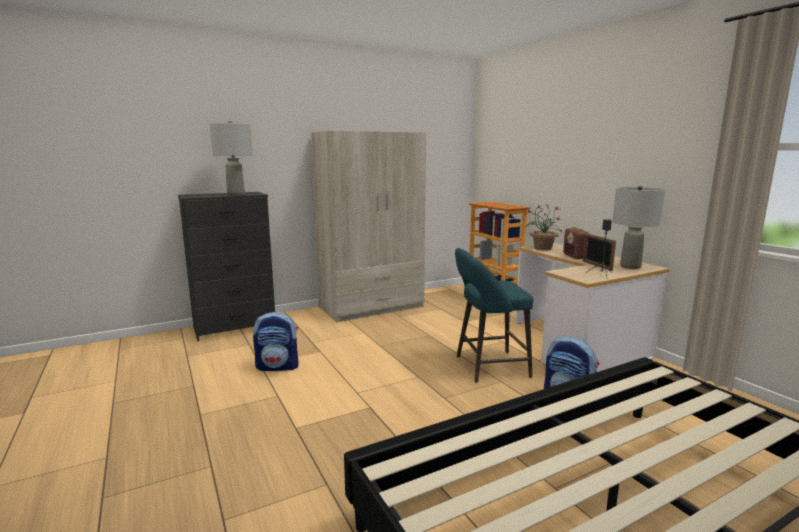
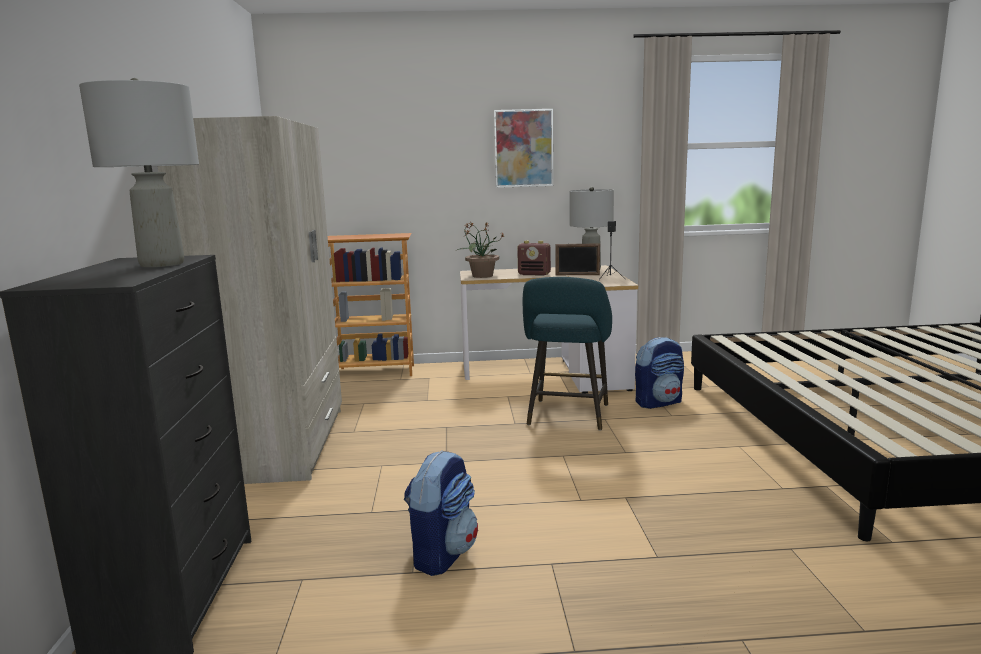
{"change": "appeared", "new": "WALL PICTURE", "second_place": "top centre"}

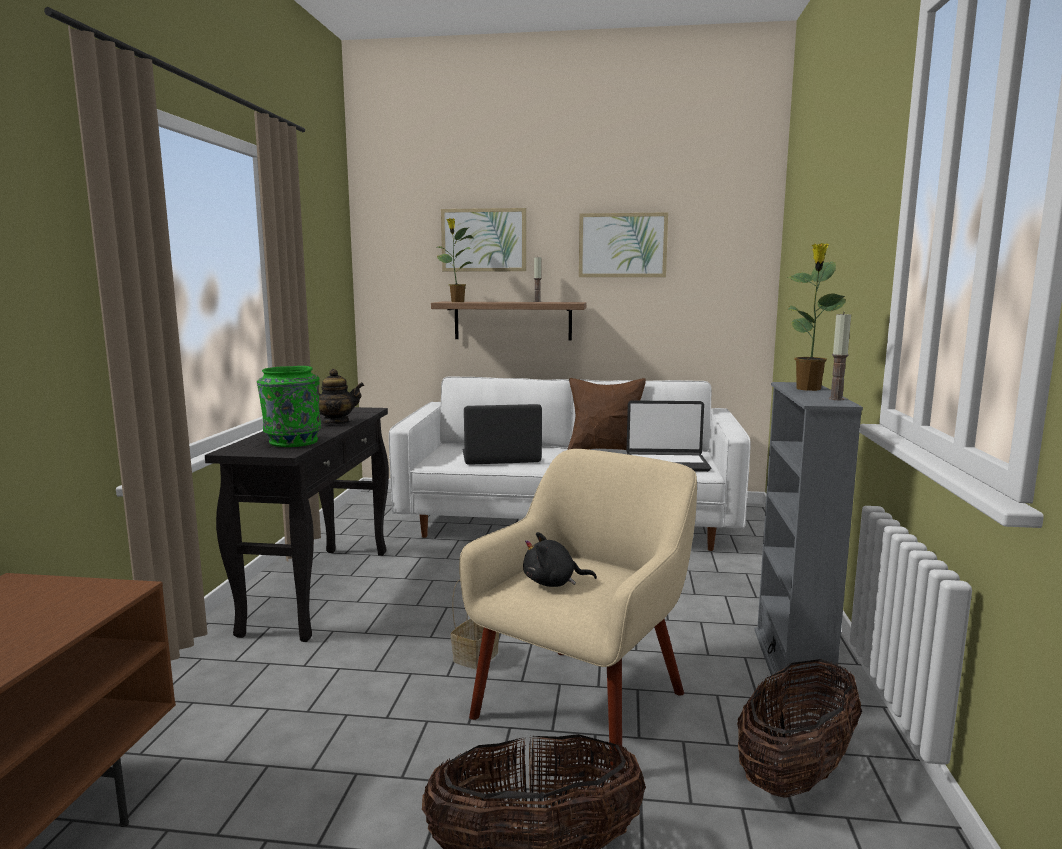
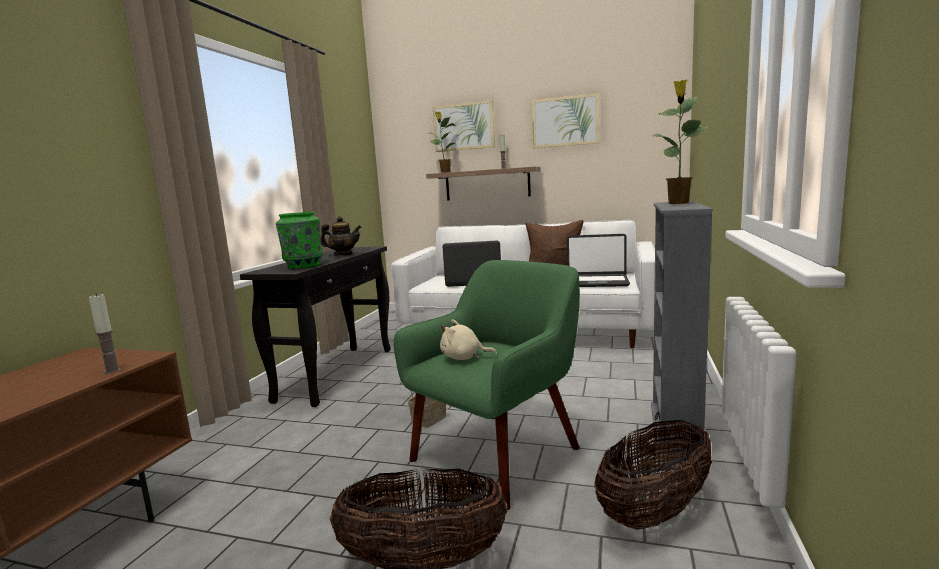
{"change": "relocated", "old": "CANDLE (no. 2 from left in the first image)", "new": "CANDLE (no. 1 from left)", "first_place": "middle right", "second_place": "middle left"}
{"change": "colour", "old": "BEIGE LOUNGE CHAIR", "new": "GREEN LOUNGE CHAIR", "first_place": "bottom centre", "second_place": "bottom centre"}
{"change": "colour", "old": "BLACK SOFT TOY", "new": "BEIGE SOFT TOY", "first_place": "centre", "second_place": "centre"}

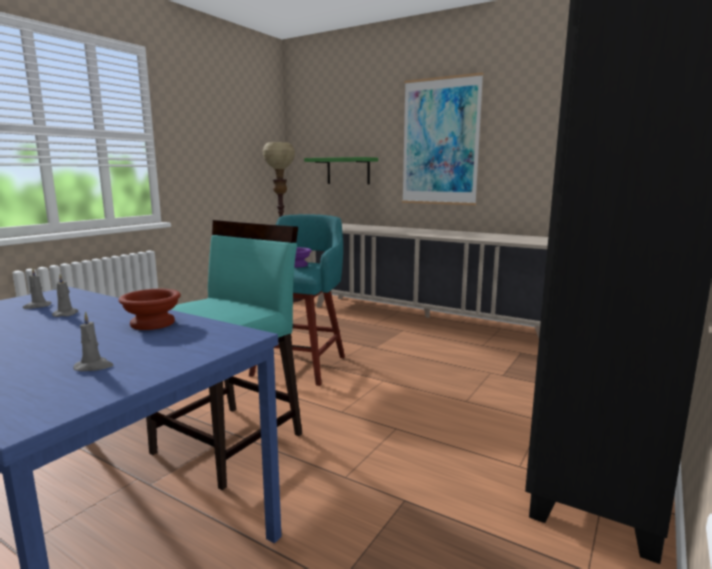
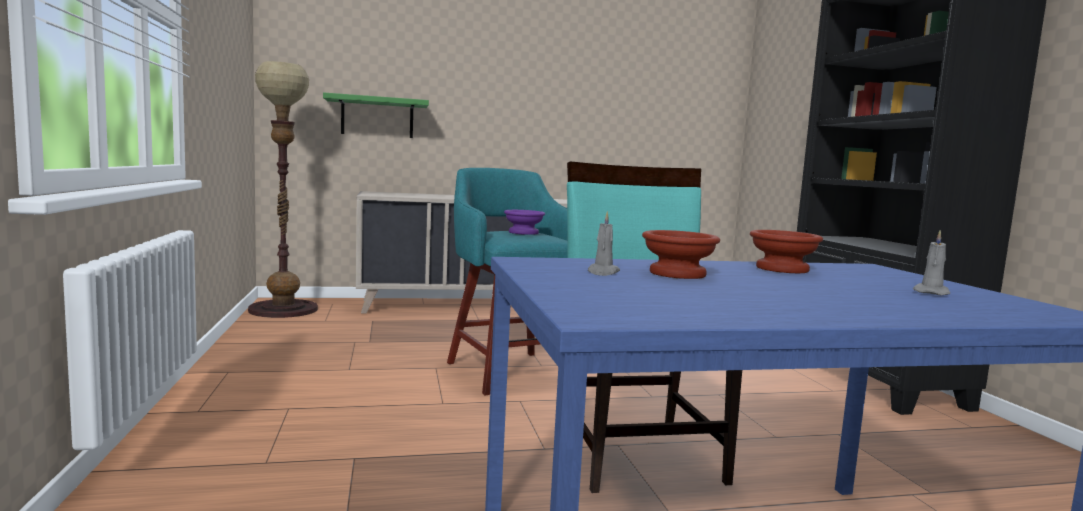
{"change": "exchanged", "old": "GREY CANDLE (no. 2 from left)", "new": "BROWNISH BOWL (no. 1 from left)", "first_place": "middle left", "second_place": "centre"}
{"change": "missing", "old": "WALL PICTURE", "first_place": "top centre"}

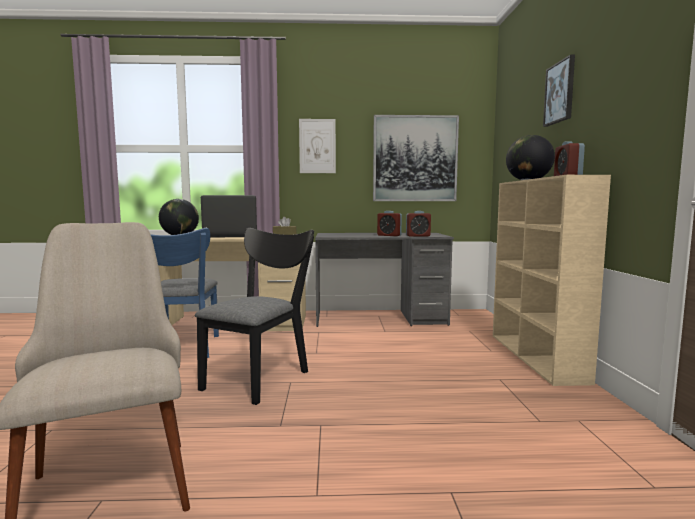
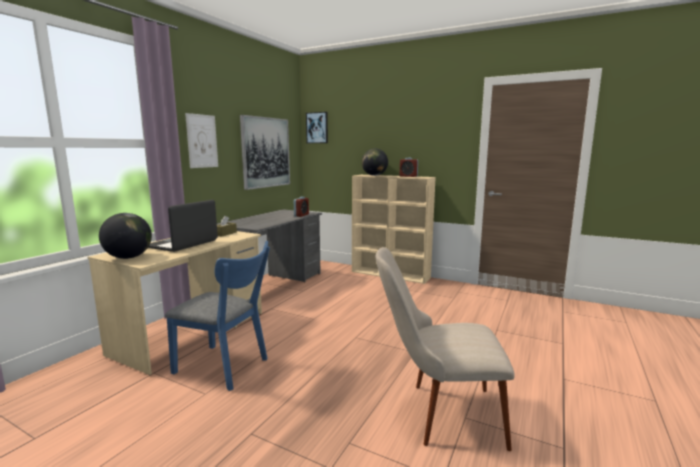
{"change": "relocated", "old": "WALL PICTURE (no. 3 from left)", "first_place": "top right", "second_place": "top centre"}
{"change": "missing", "old": "BLACK PLAIN CHAIR", "first_place": "centre"}
{"change": "missing", "old": "TABLE CLOCK (no. 1 from left)", "first_place": "centre"}

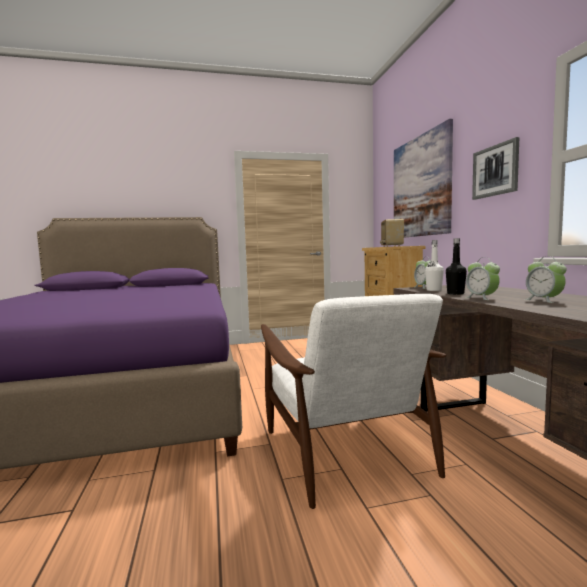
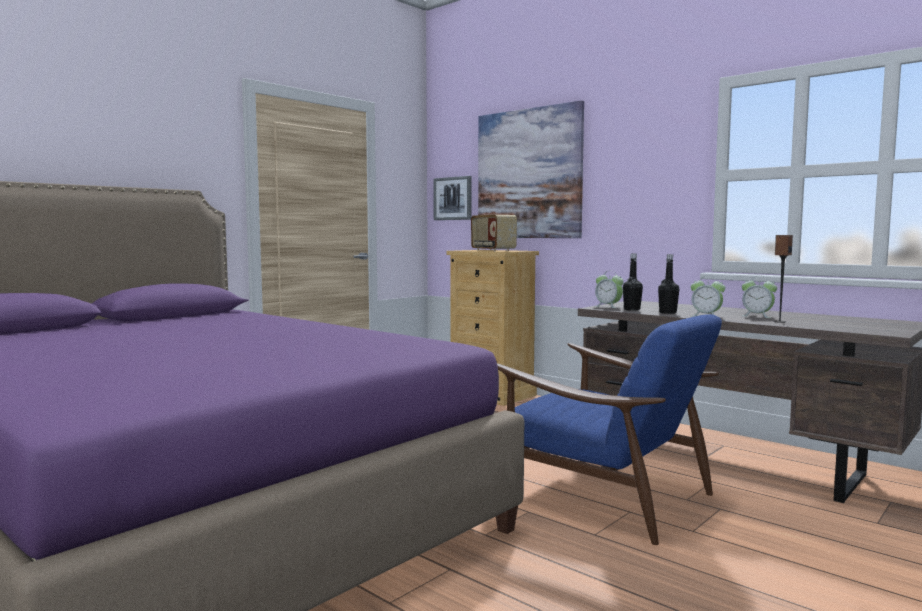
{"change": "relocated", "old": "WALL PICTURE (no. 2 from left in the first image)", "new": "WALL PICTURE (no. 1 from left)", "first_place": "top right", "second_place": "top centre"}
{"change": "colour", "old": "WHITISH LOUNGE CHAIR", "new": "BLUISH LOUNGE CHAIR", "first_place": "bottom centre", "second_place": "bottom centre"}
{"change": "colour", "old": "WHITISH DRINK BOTTLE", "new": "BLACK DRINK BOTTLE (no. 1 from left)", "first_place": "middle right", "second_place": "middle right"}
{"change": "appeared", "new": "LOUDSPEAKER", "second_place": "middle right"}

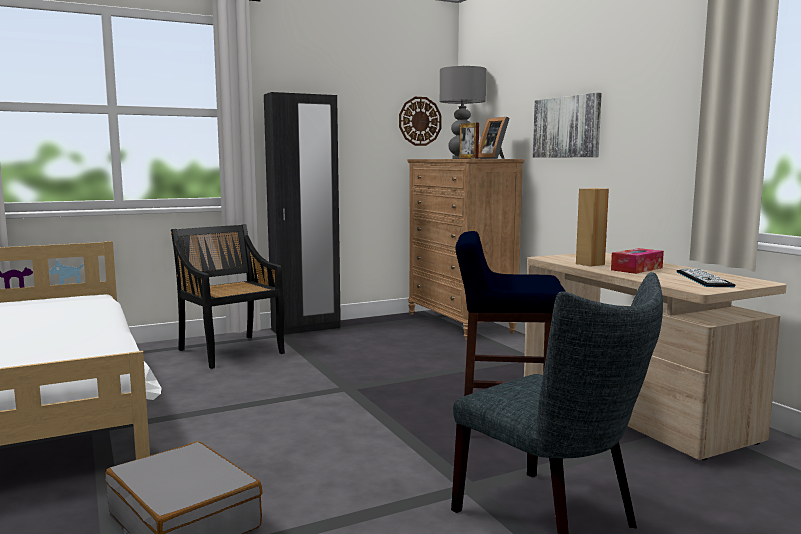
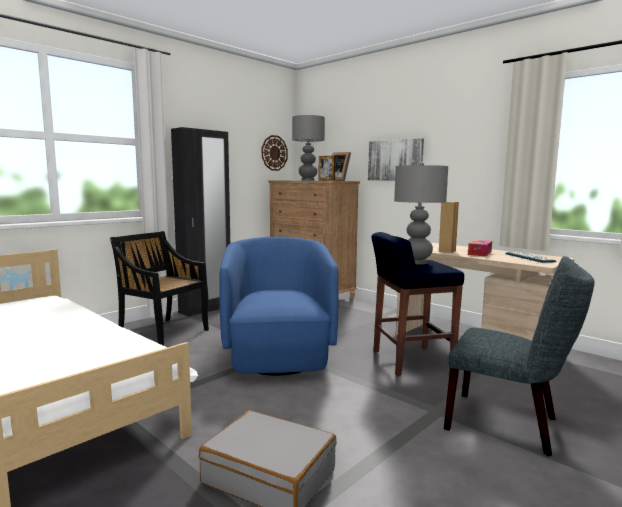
{"change": "appeared", "new": "BLUISH LOUNGE CHAIR", "second_place": "centre"}
{"change": "appeared", "new": "GREY TABLETOP LAMP (no. 2 from left)", "second_place": "middle right"}

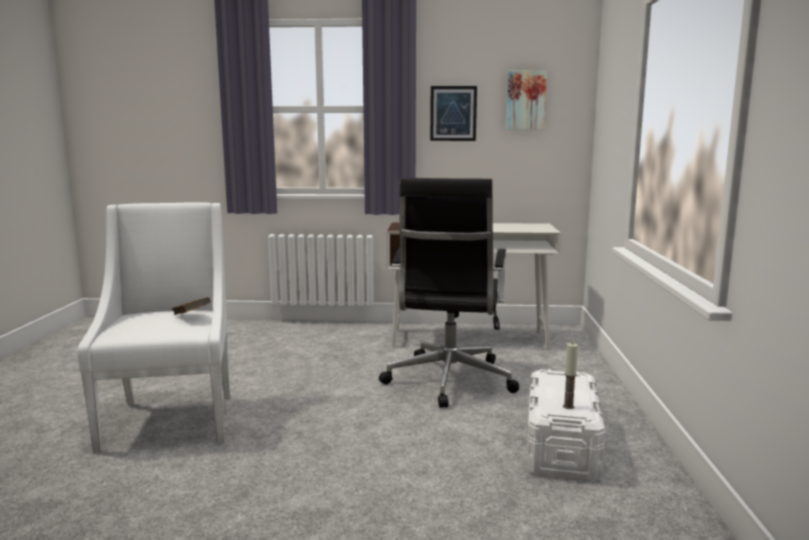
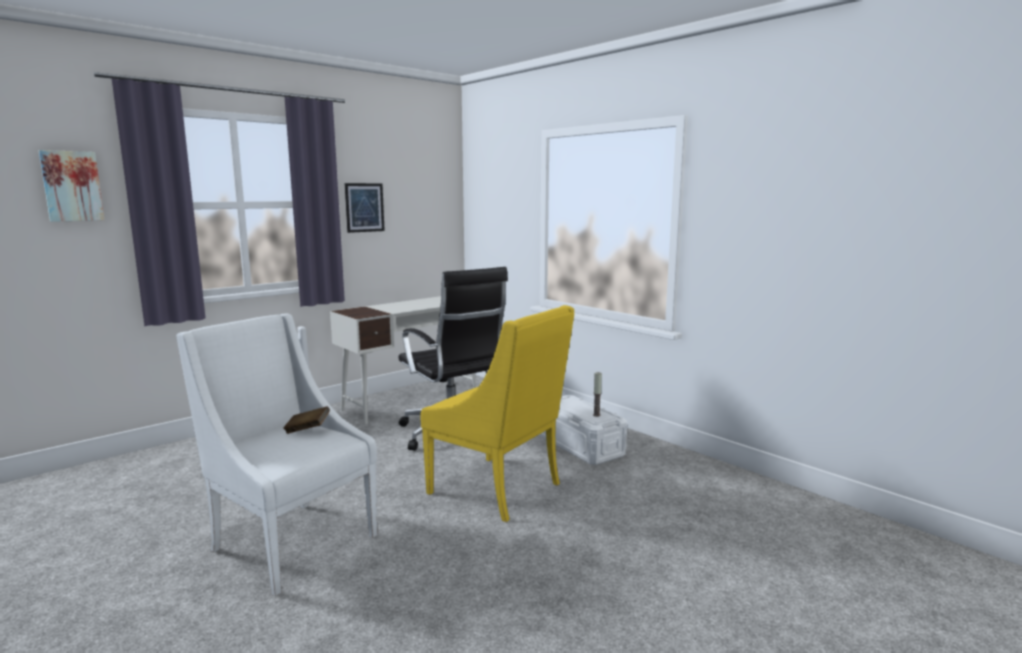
{"change": "relocated", "old": "WALL PICTURE (no. 2 from left in the first image)", "new": "WALL PICTURE (no. 1 from left)", "first_place": "top centre", "second_place": "top left"}
{"change": "appeared", "new": "YELLOW LOUNGE CHAIR", "second_place": "centre"}

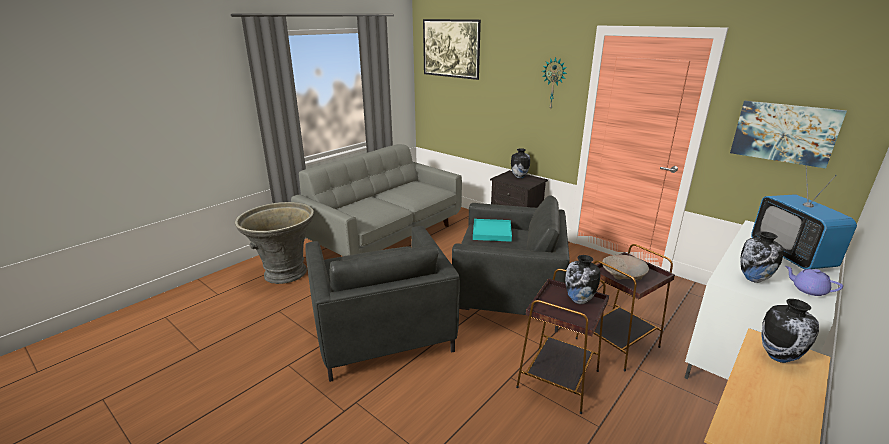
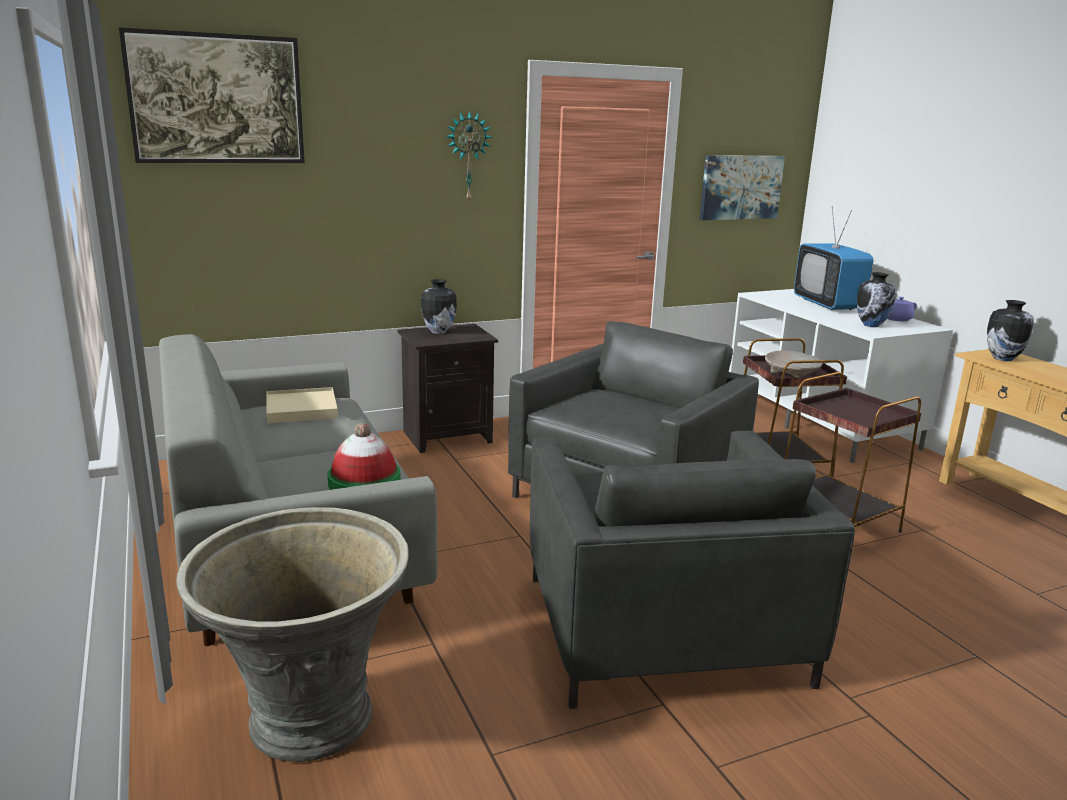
{"change": "appeared", "new": "BEIGE SERVING TRAY", "second_place": "middle left"}
{"change": "appeared", "new": "WEARABLE HAT", "second_place": "centre"}
{"change": "spun", "old": "GREY LOUNGE CHAIR (no. 1 from left in the first image)", "first_place": "bottom centre", "second_place": "bottom centre", "degrees": 75}
{"change": "spun", "old": "TV SET", "first_place": "middle right", "second_place": "top right", "degrees": 60}
{"change": "missing", "old": "BLUE-GREEN SERVING TRAY", "first_place": "centre"}
{"change": "missing", "old": "FLOWER VASE (no. 2 from left)", "first_place": "centre"}

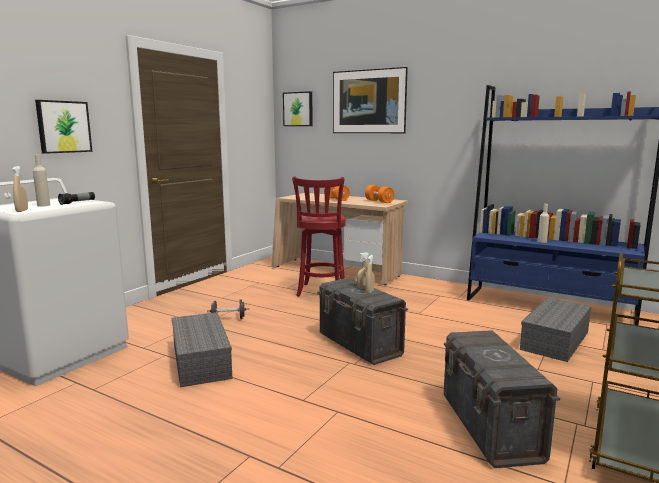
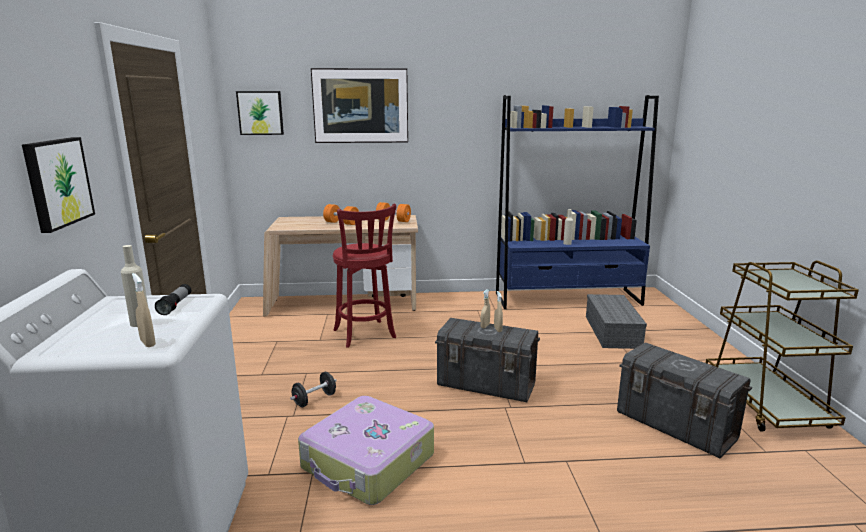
{"change": "exchanged", "old": "GREY STORAGE BOX (no. 1 from left)", "new": "PIECE OF LUGGAGE", "first_place": "bottom left", "second_place": "bottom centre"}

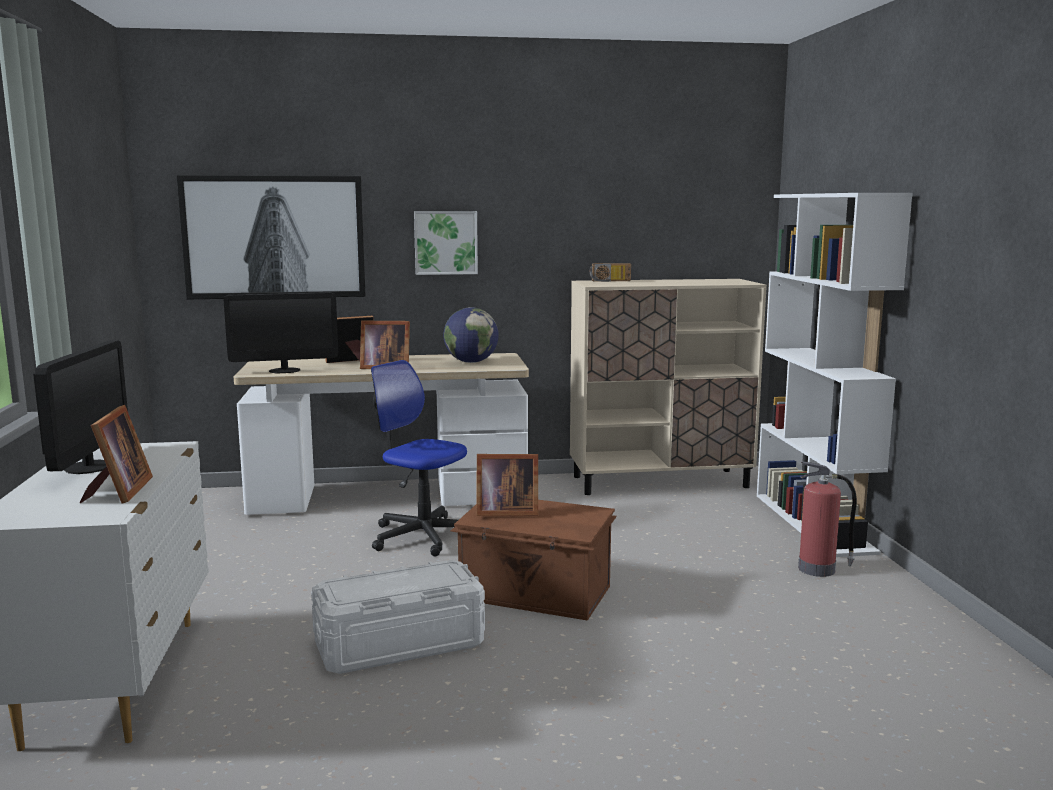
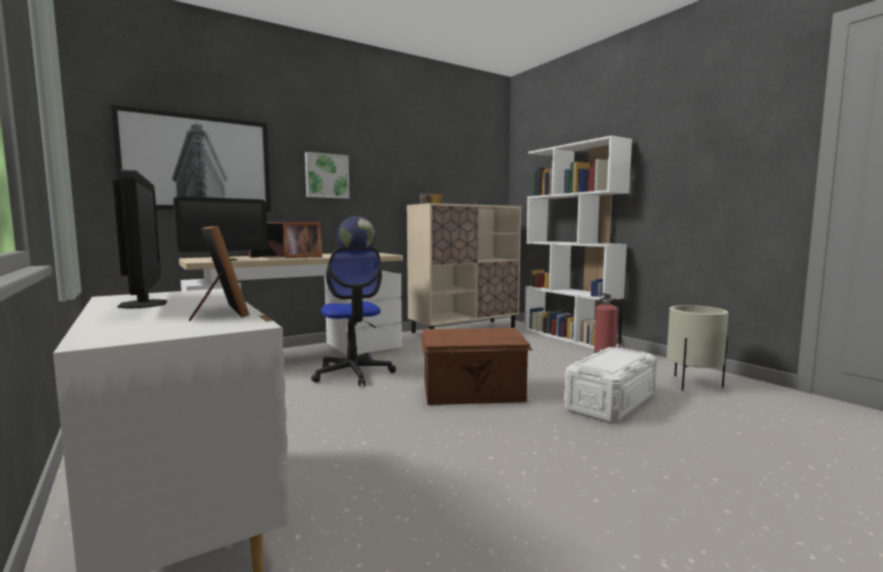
{"change": "spun", "old": "COMPUTER CHAIR", "first_place": "centre", "second_place": "centre", "degrees": -120}
{"change": "relocated", "old": "WHITISH STORAGE BOX", "first_place": "bottom centre", "second_place": "bottom right"}
{"change": "appeared", "new": "BEIGE PLANT POT", "second_place": "middle right"}
{"change": "missing", "old": "PICTURE FRAME (no. 4 from left)", "first_place": "centre"}

